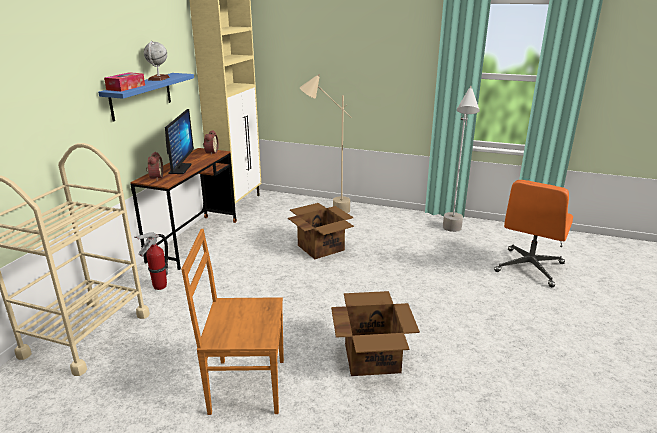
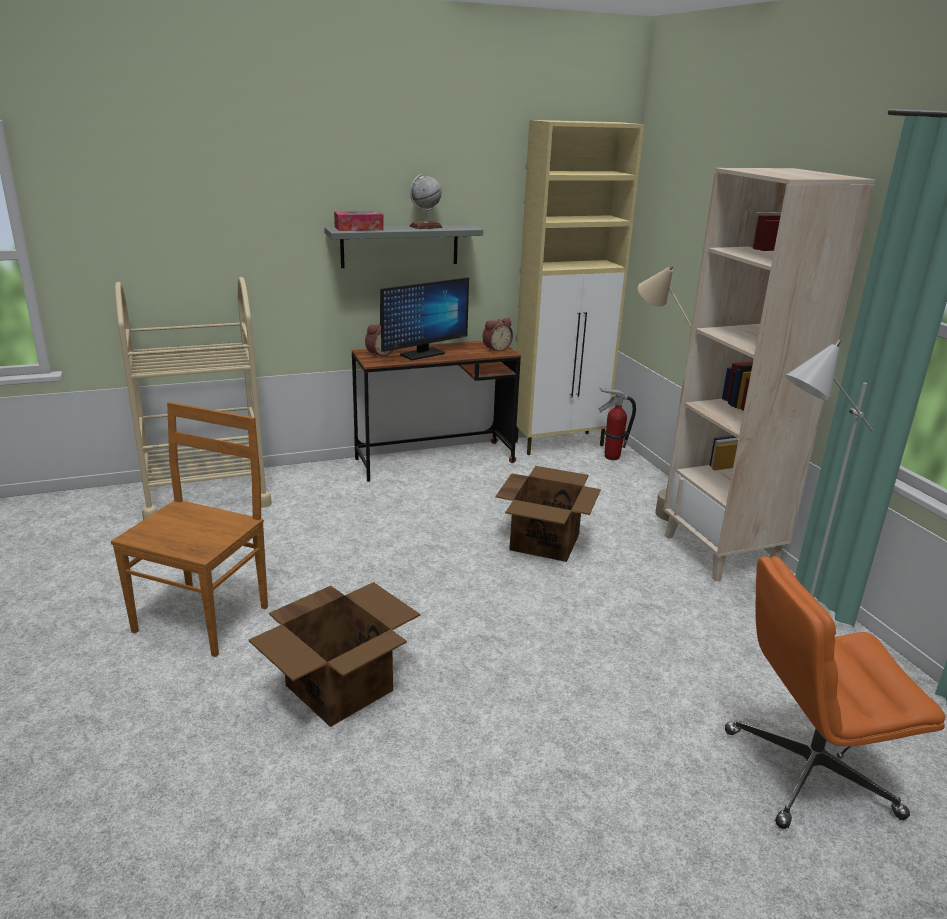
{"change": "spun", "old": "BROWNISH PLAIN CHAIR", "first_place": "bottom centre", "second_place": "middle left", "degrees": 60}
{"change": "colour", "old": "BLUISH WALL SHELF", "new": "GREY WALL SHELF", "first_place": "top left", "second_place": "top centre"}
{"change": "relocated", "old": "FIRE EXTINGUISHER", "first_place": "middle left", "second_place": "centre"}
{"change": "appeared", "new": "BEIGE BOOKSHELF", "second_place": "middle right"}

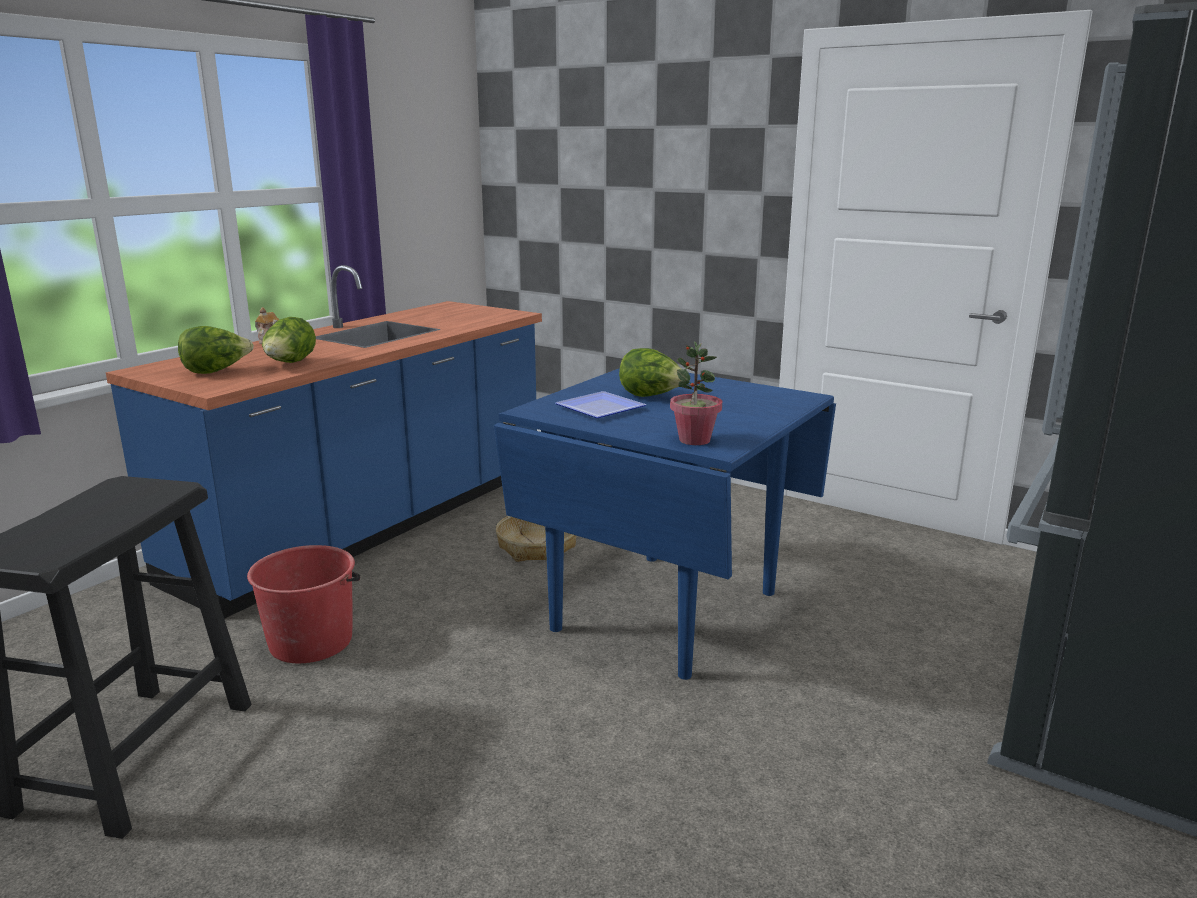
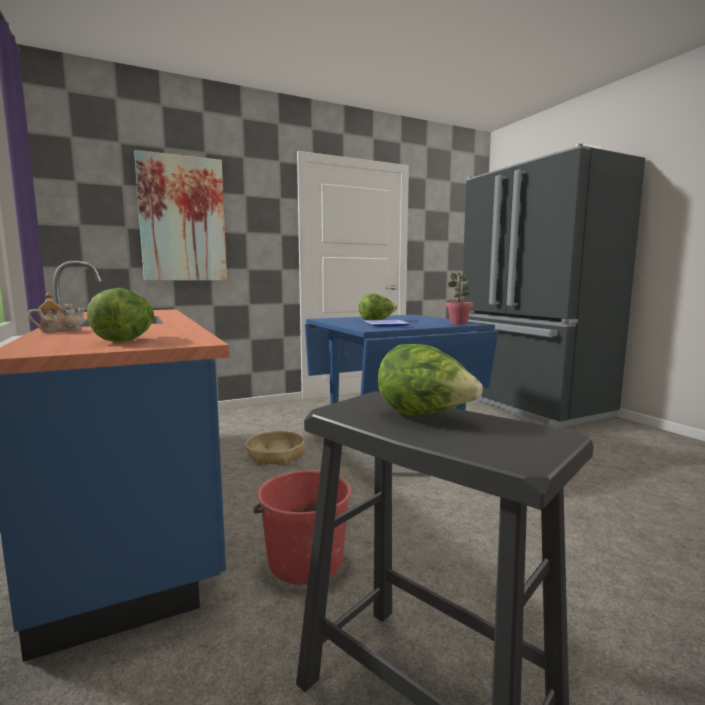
{"change": "appeared", "new": "WALL PICTURE", "second_place": "top left"}
{"change": "relocated", "old": "HEAD OF LETTUCE (no. 2 from left in the first image)", "new": "HEAD OF LETTUCE (no. 3 from left)", "first_place": "middle left", "second_place": "centre"}

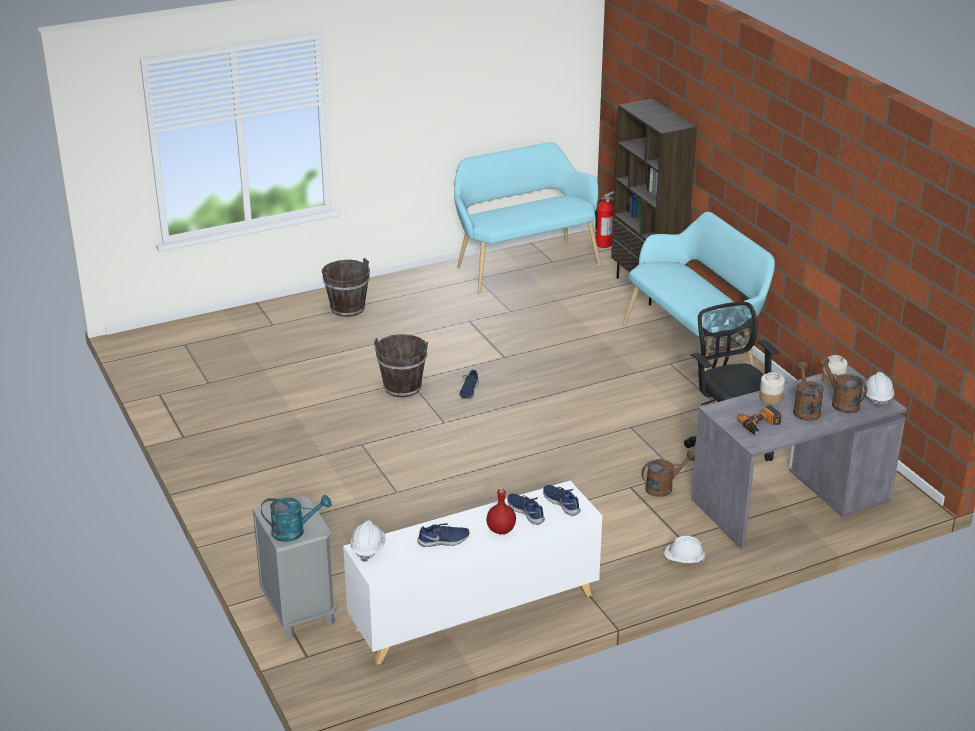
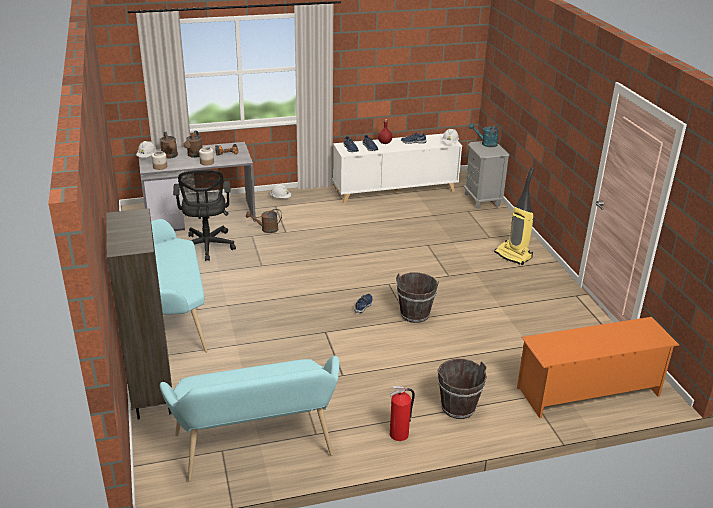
{"change": "relocated", "old": "FIRE EXTINGUISHER", "first_place": "top centre", "second_place": "bottom centre"}
{"change": "appeared", "new": "VACUUM CLEANER", "second_place": "middle right"}
{"change": "appeared", "new": "ORANGE SHOE SHELF", "second_place": "bottom right"}

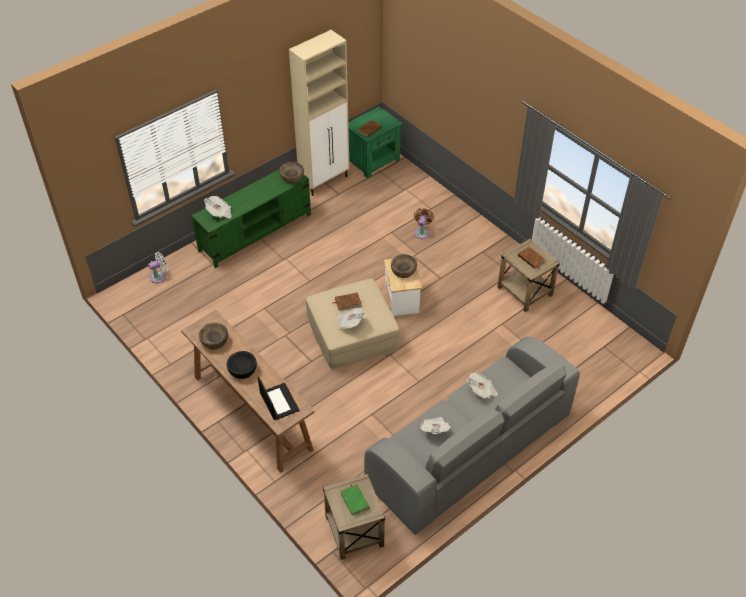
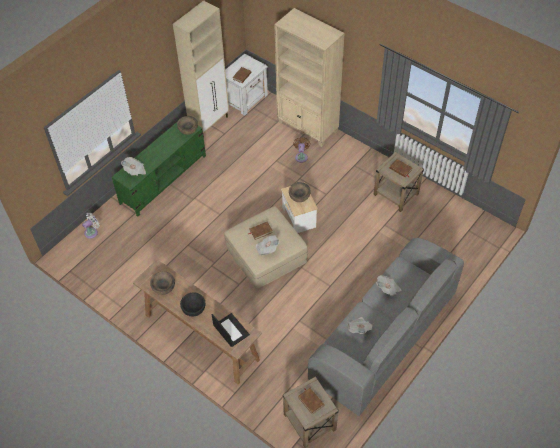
{"change": "colour", "old": "GREEN NIGHT TABLE", "new": "WHITISH NIGHT TABLE", "first_place": "top centre", "second_place": "top centre"}
{"change": "appeared", "new": "BEIGE BOOKSHELF", "second_place": "top centre"}
{"change": "colour", "old": "GREEN BOUND BOOK", "new": "BROWNISH BOUND BOOK (no. 3 from left)", "first_place": "bottom centre", "second_place": "bottom centre"}

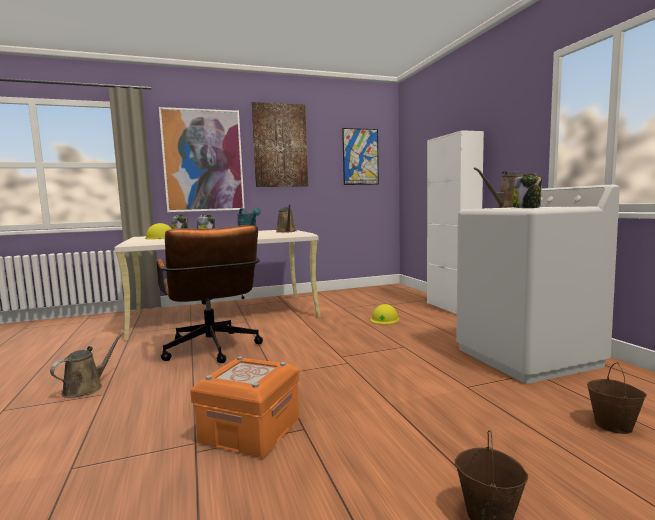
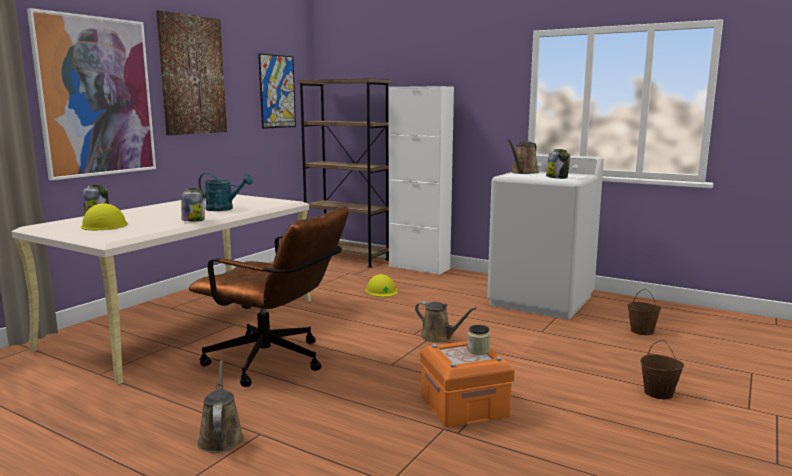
{"change": "appeared", "new": "BROWNISH BOOKSHELF", "second_place": "centre"}
{"change": "relocated", "old": "BROWNISH SPRINKLING CAN (no. 2 from left)", "first_place": "centre", "second_place": "bottom centre"}
{"change": "appeared", "new": "JAR (no. 3 from left)", "second_place": "bottom centre"}

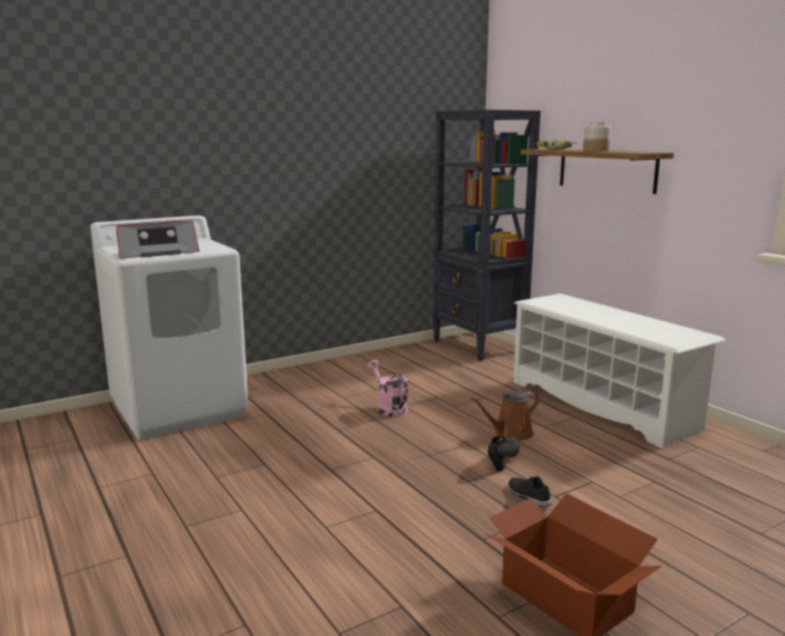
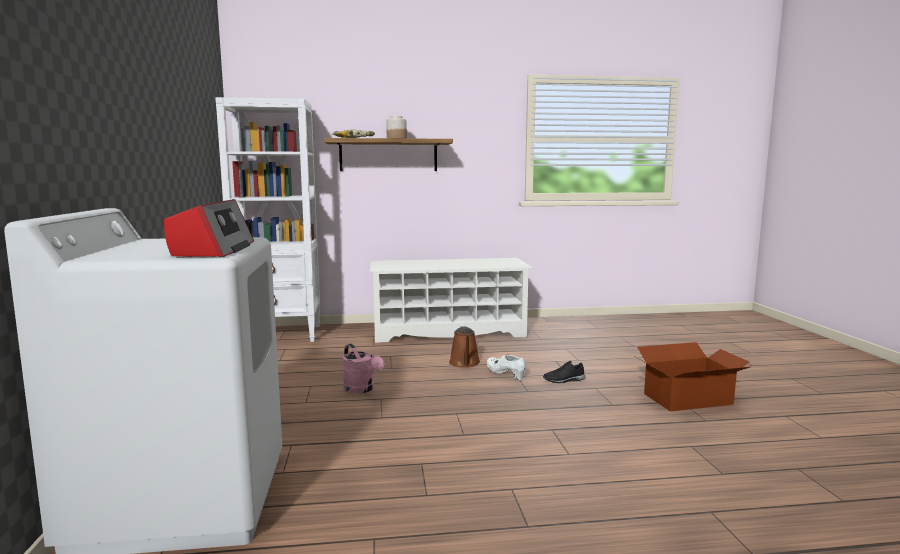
{"change": "colour", "old": "BLACK BOOKSHELF", "new": "WHITISH BOOKSHELF", "first_place": "centre", "second_place": "middle left"}
{"change": "spun", "old": "PINK-COLOURED SPRINKLING CAN", "first_place": "centre", "second_place": "centre", "degrees": -120}
{"change": "colour", "old": "BLACK ITEM OF FOOTWEAR (no. 1 from left)", "new": "WHITISH ITEM OF FOOTWEAR", "first_place": "bottom centre", "second_place": "centre"}

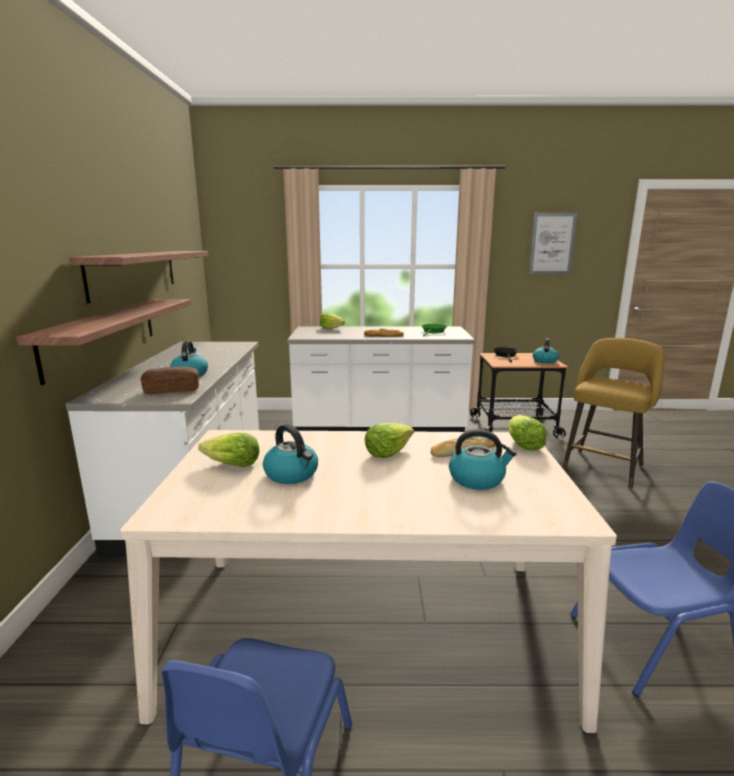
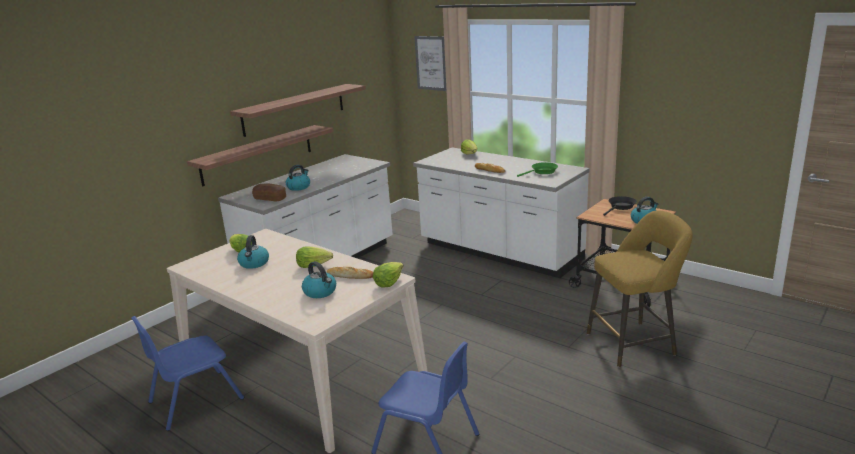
{"change": "relocated", "old": "WALL PICTURE", "first_place": "top right", "second_place": "top centre"}

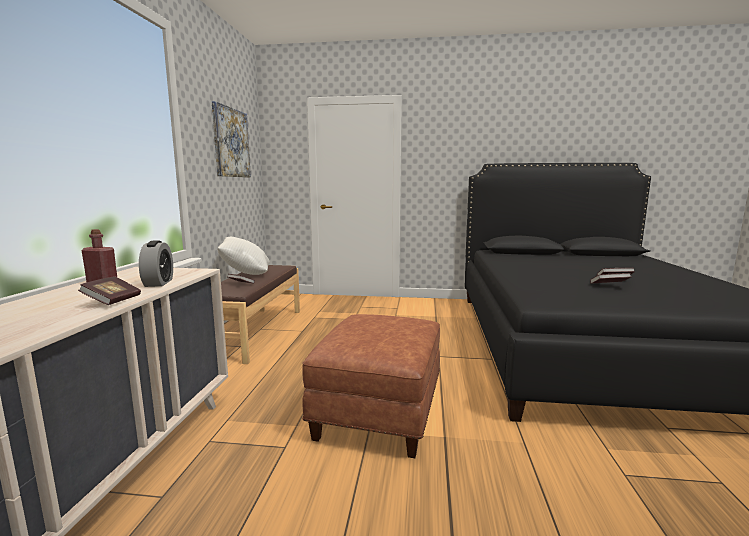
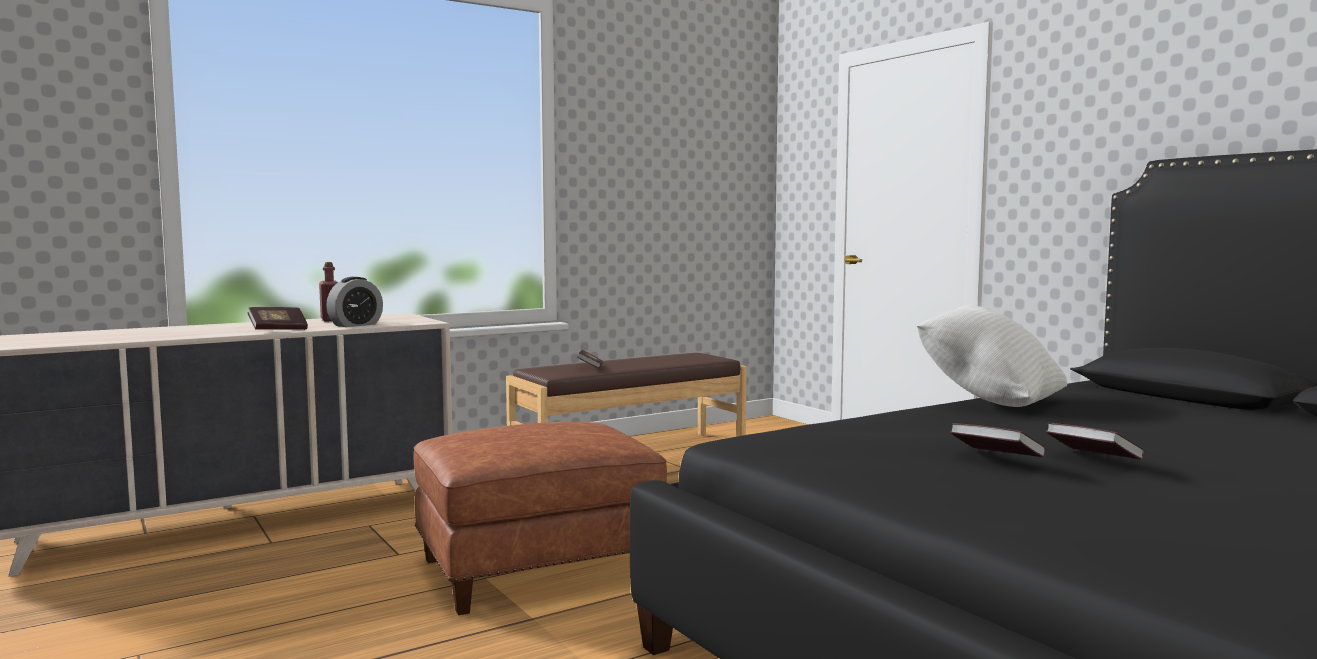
{"change": "relocated", "old": "WHITISH CUSHION", "first_place": "middle left", "second_place": "middle right"}
{"change": "missing", "old": "WALL PICTURE", "first_place": "top left"}

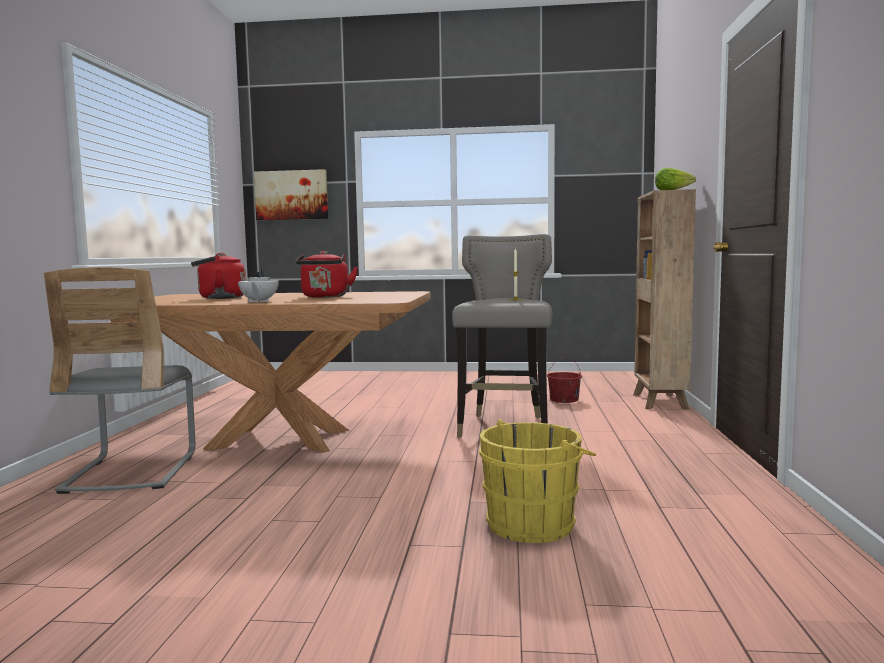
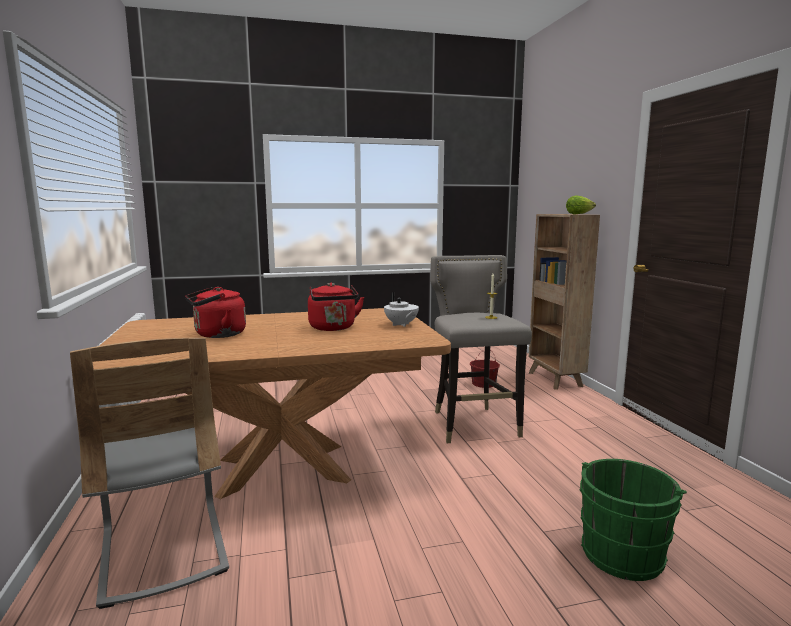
{"change": "relocated", "old": "WHITISH POT FOR TEA", "first_place": "middle left", "second_place": "centre"}
{"change": "colour", "old": "YELLOW BUCKET", "new": "GREEN BUCKET", "first_place": "bottom centre", "second_place": "bottom right"}
{"change": "missing", "old": "WALL PICTURE", "first_place": "top left"}

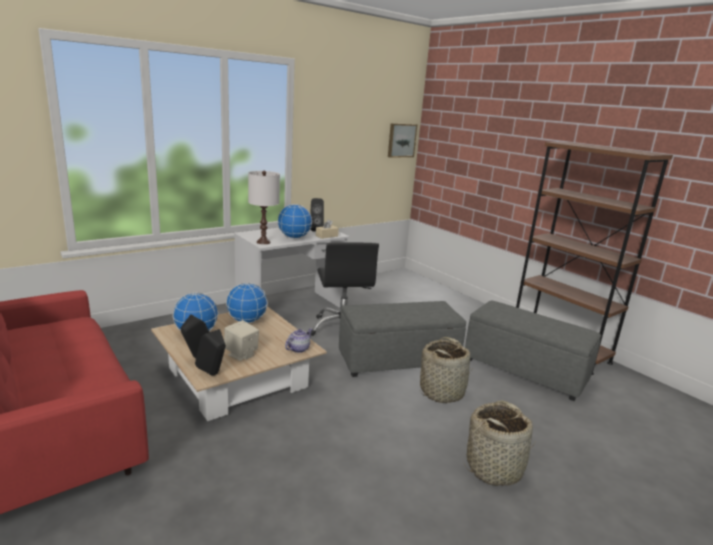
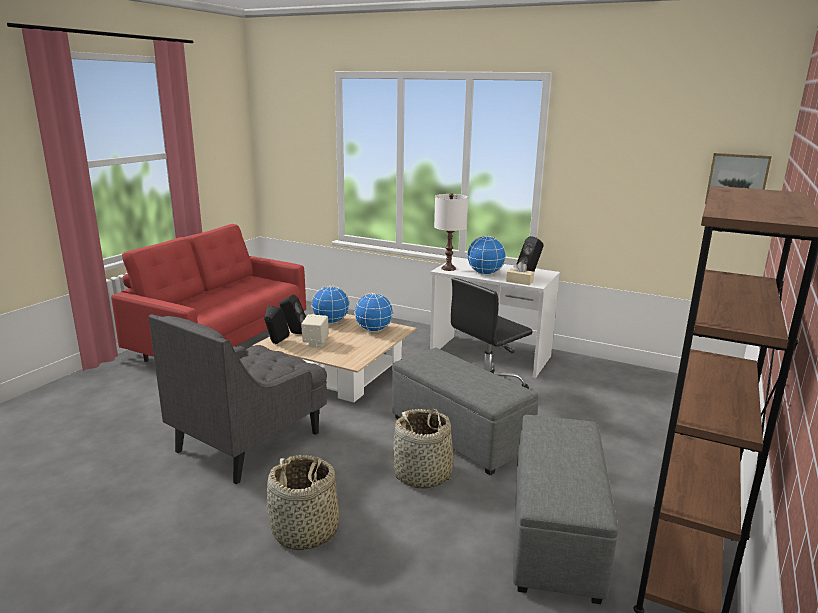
{"change": "appeared", "new": "GREY LOUNGE CHAIR", "second_place": "middle left"}
{"change": "missing", "old": "POT FOR TEA", "first_place": "centre"}

